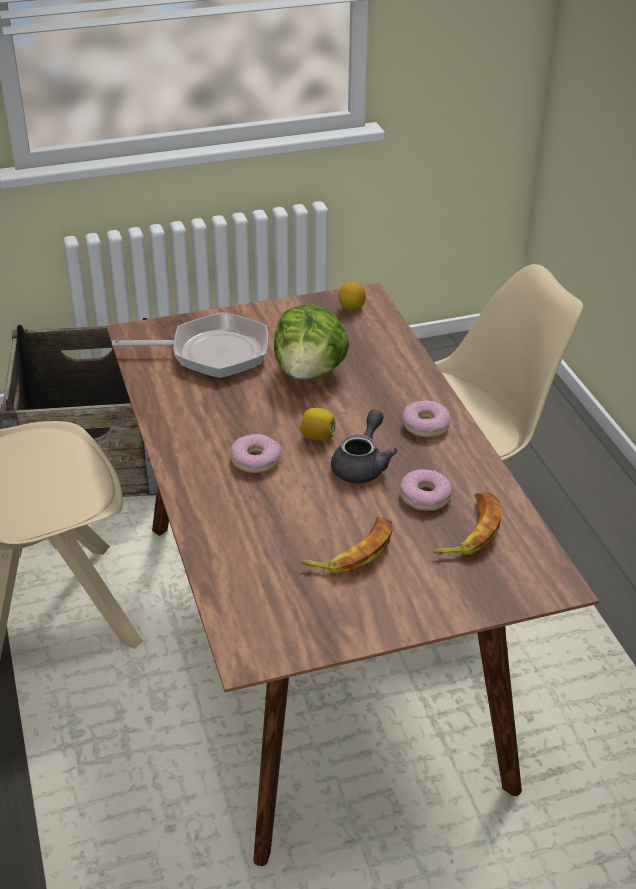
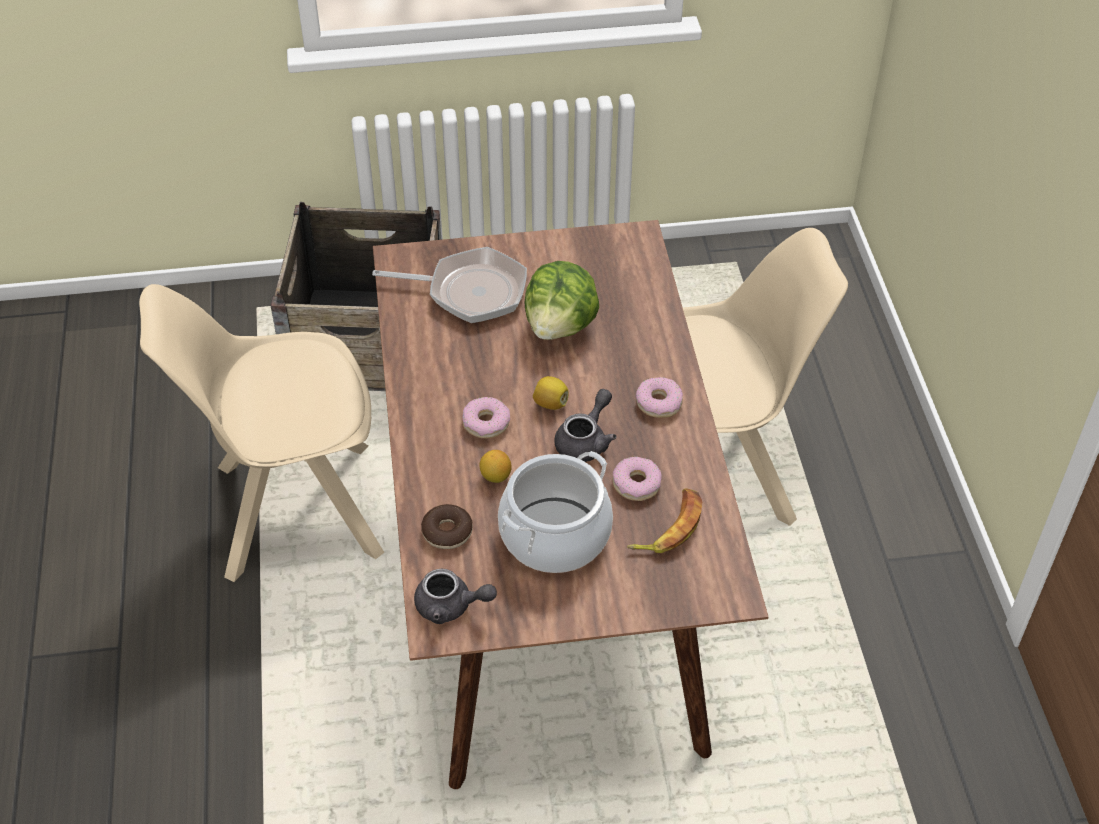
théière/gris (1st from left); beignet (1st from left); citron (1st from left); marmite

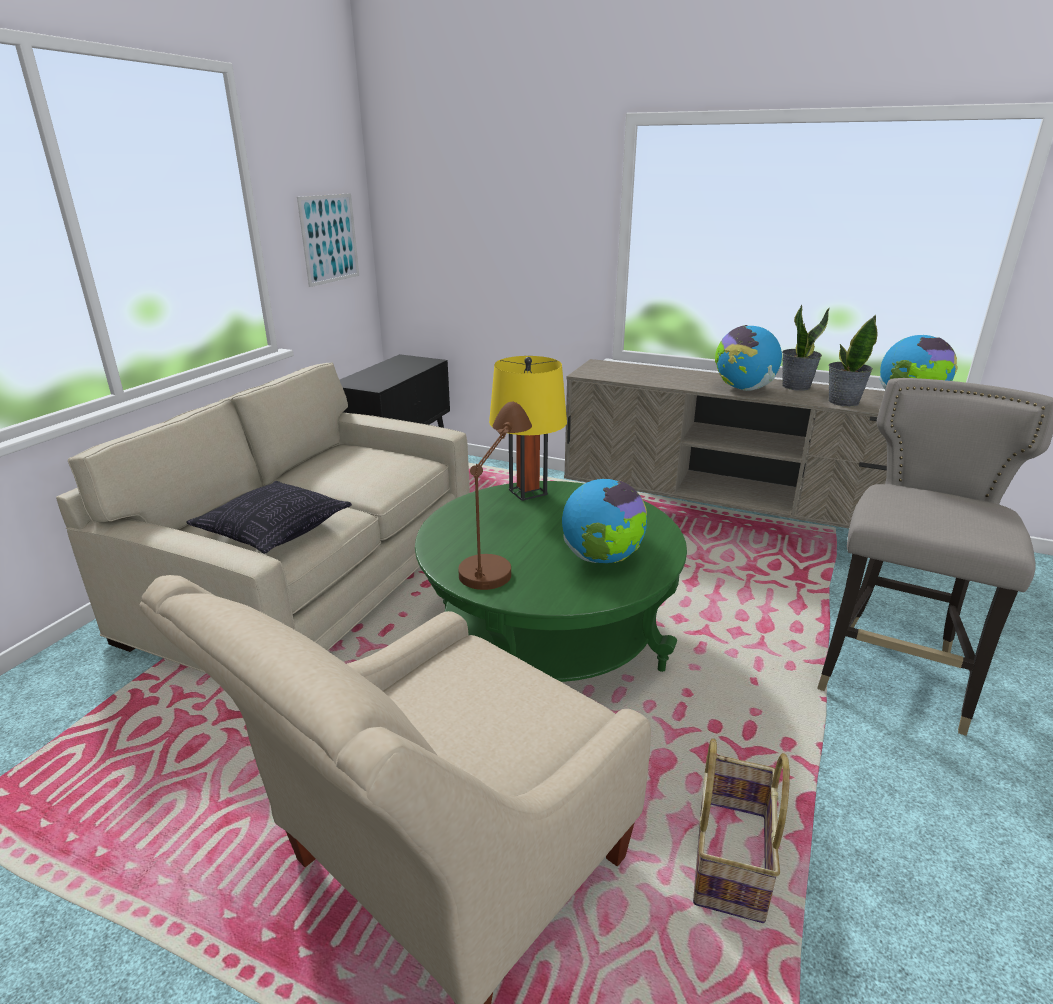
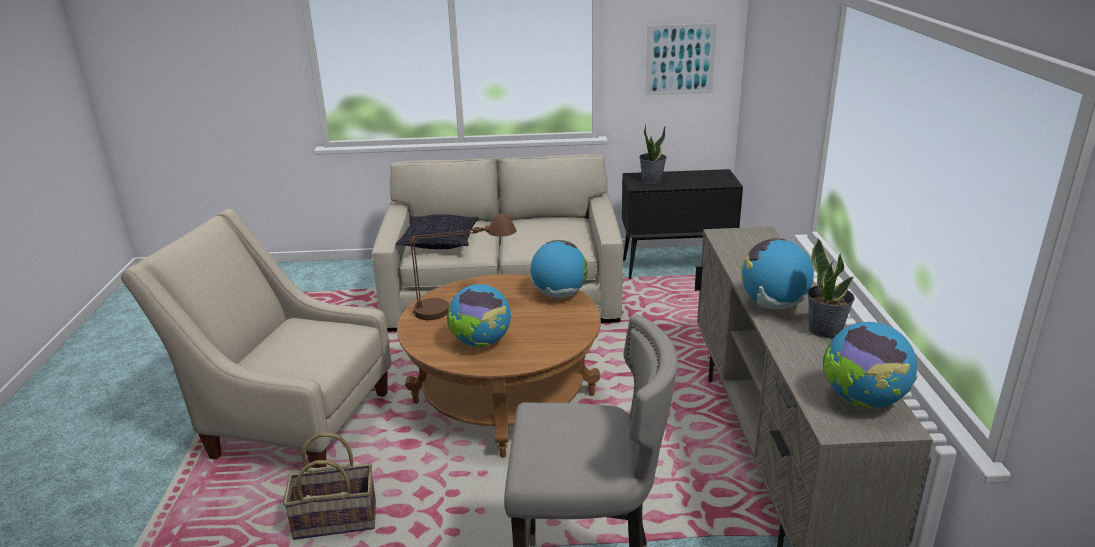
plante en pot (1st from left); globe (2nd from left); table basse/marron

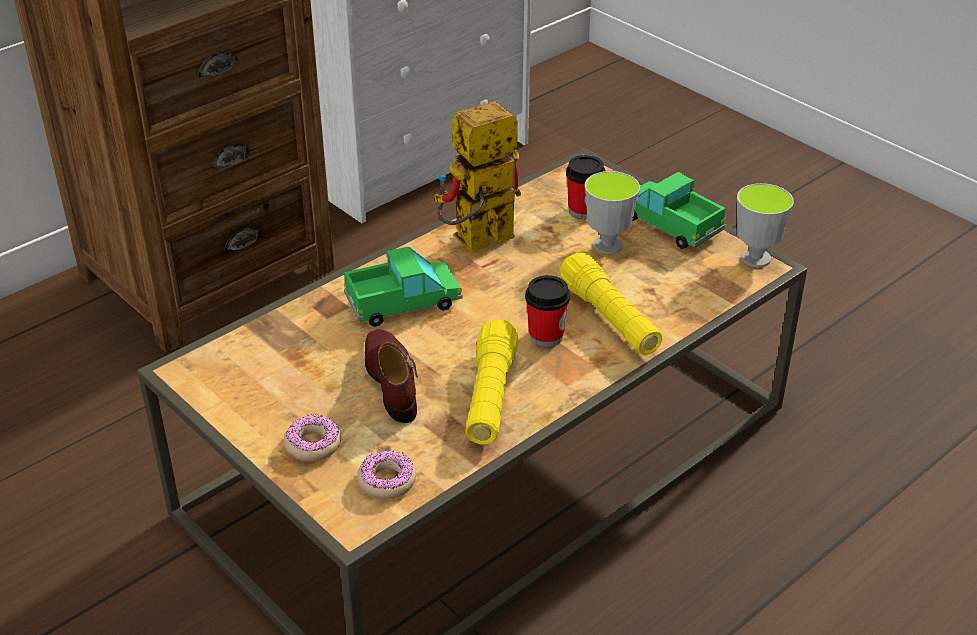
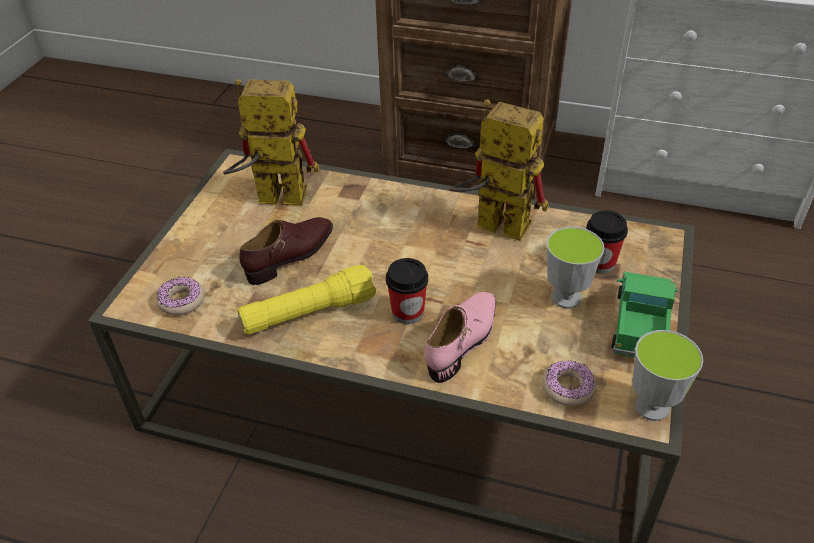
camion jouet (1st from left in the first image); robot jouet (1st from left); beignet (2nd from left); chaussure/rose

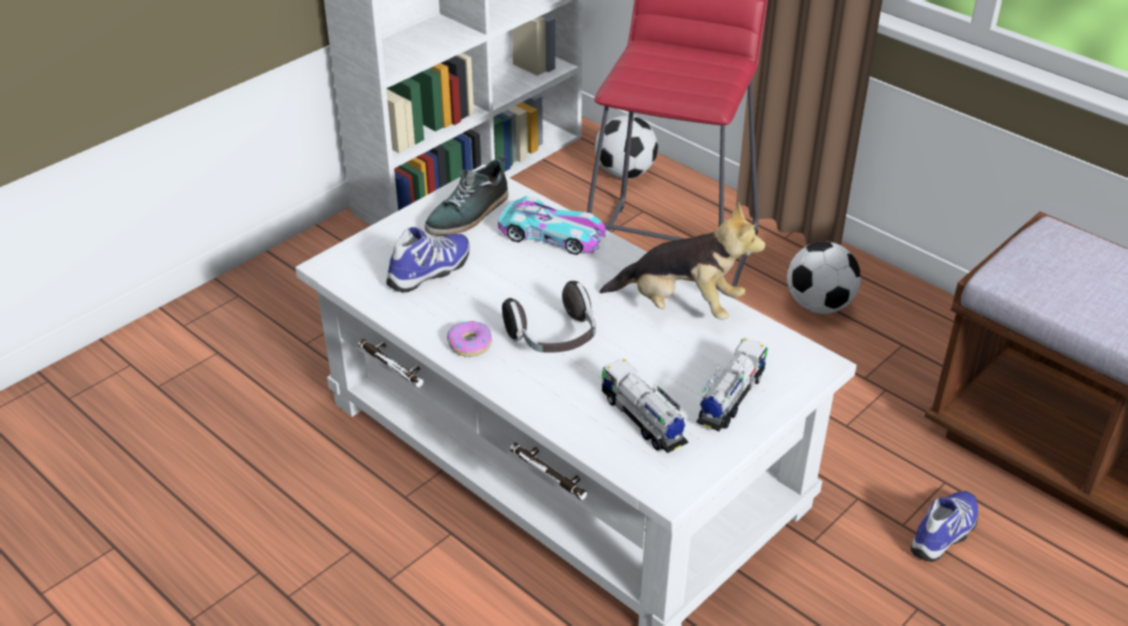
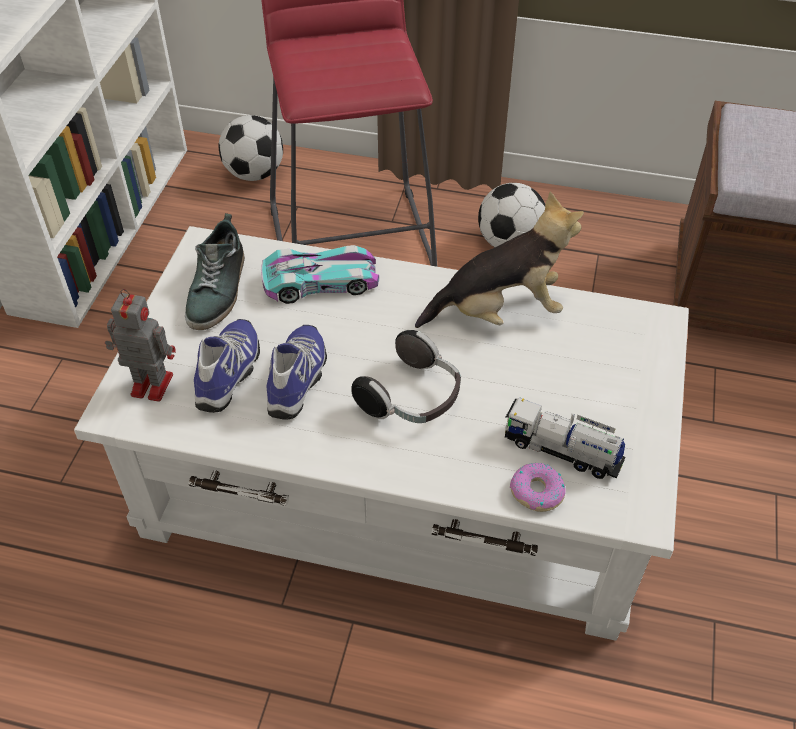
camion jouet (2nd from left in the first image); robot jouet; beignet; chaussure (3rd from left)

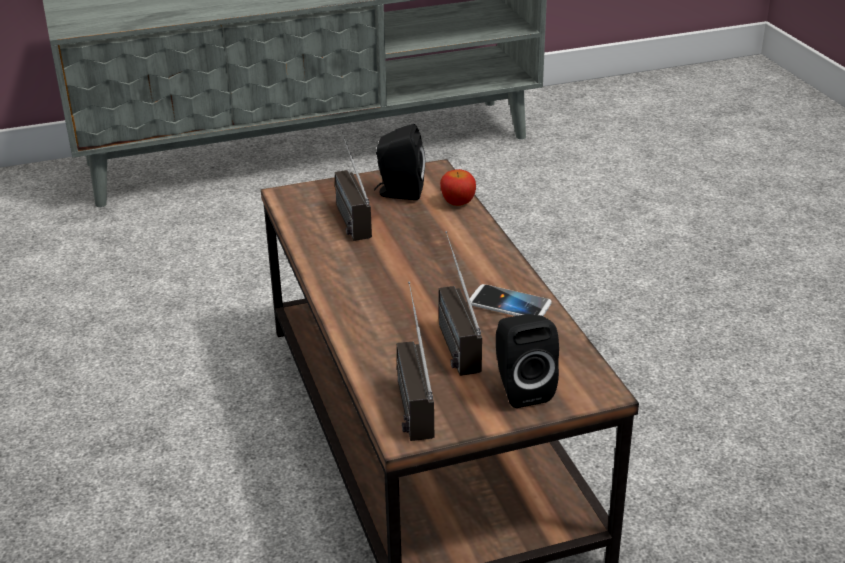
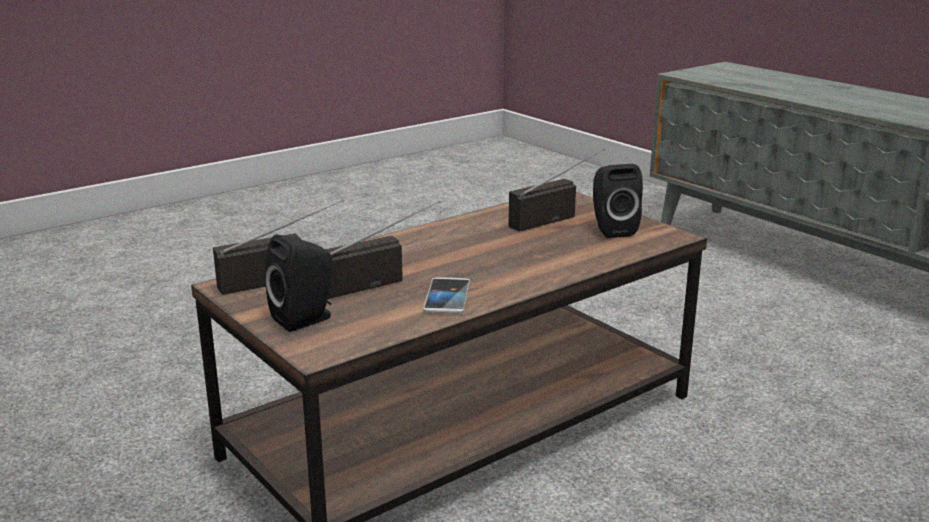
pomme

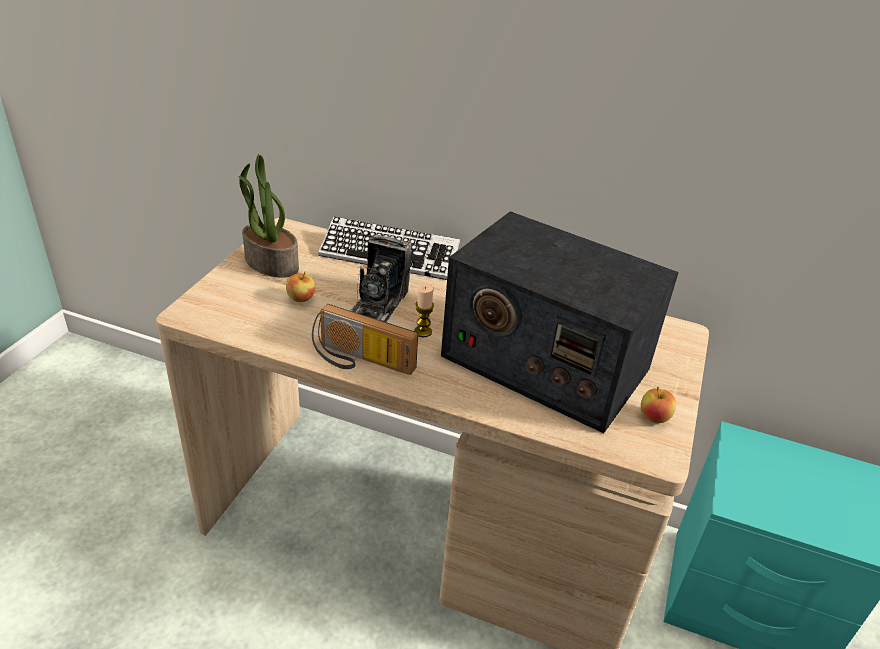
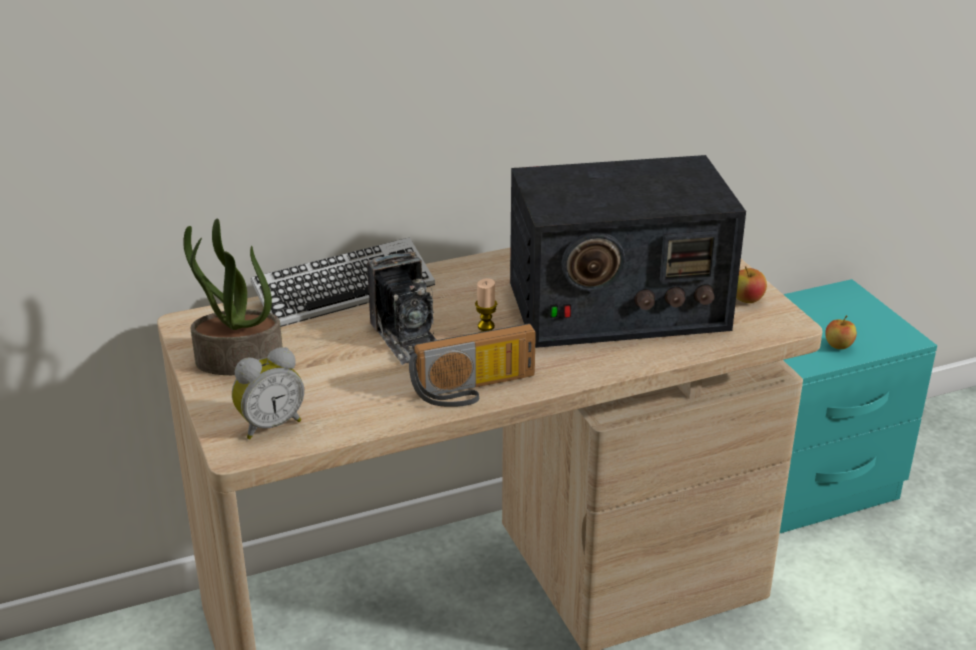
réveil; pomme (2nd from left)

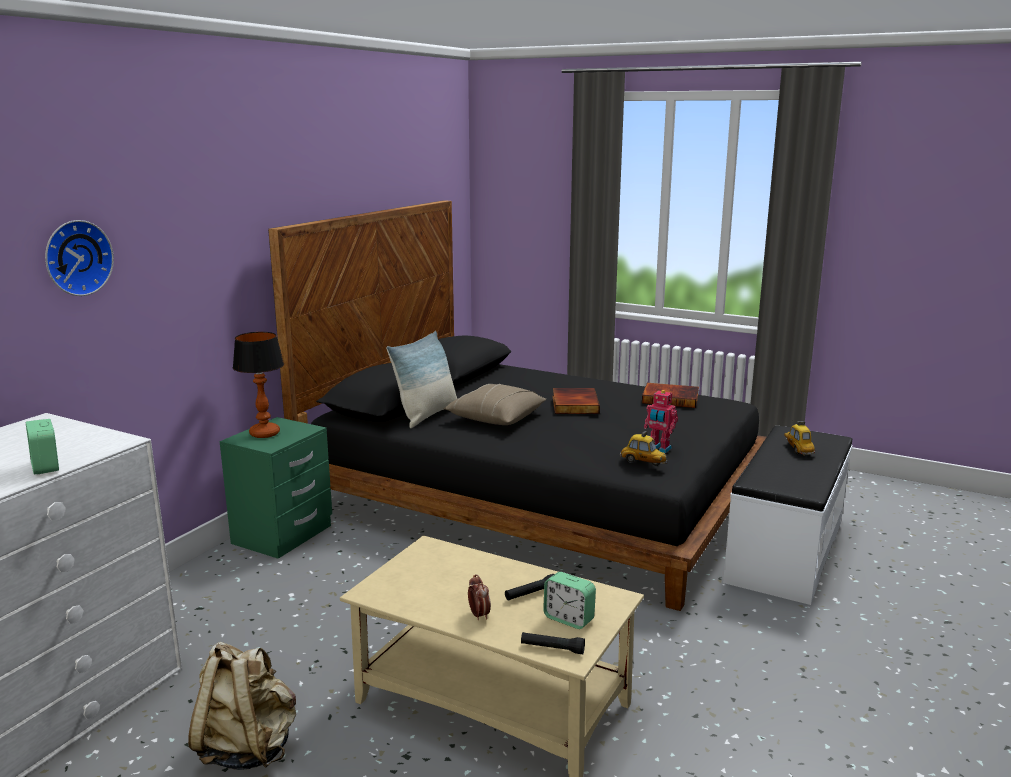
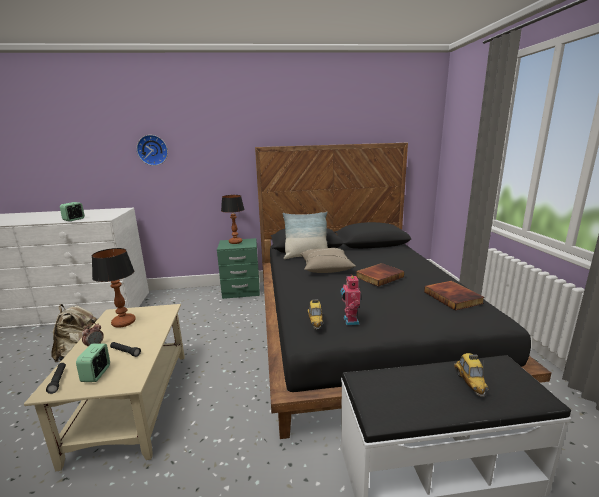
lampe de table (1st from left); petite voiture (2nd from left)

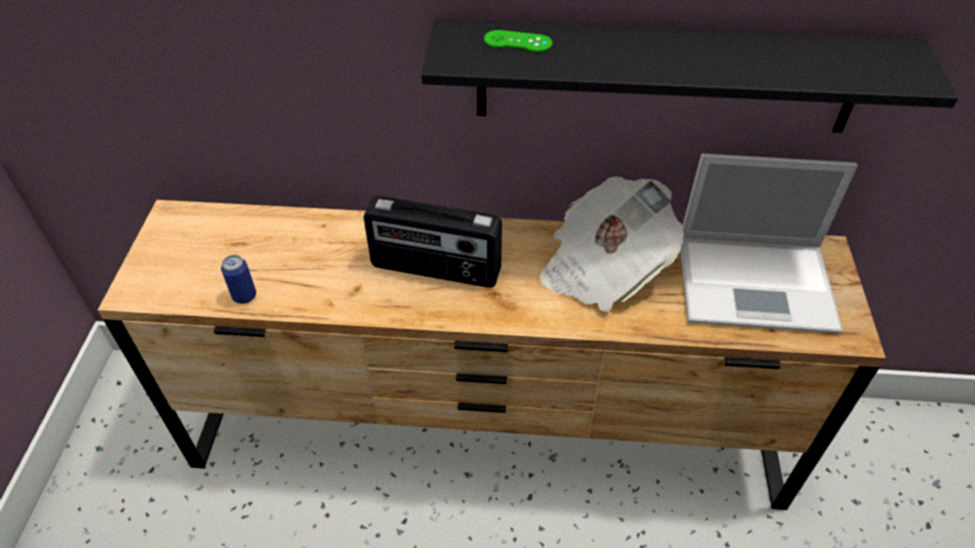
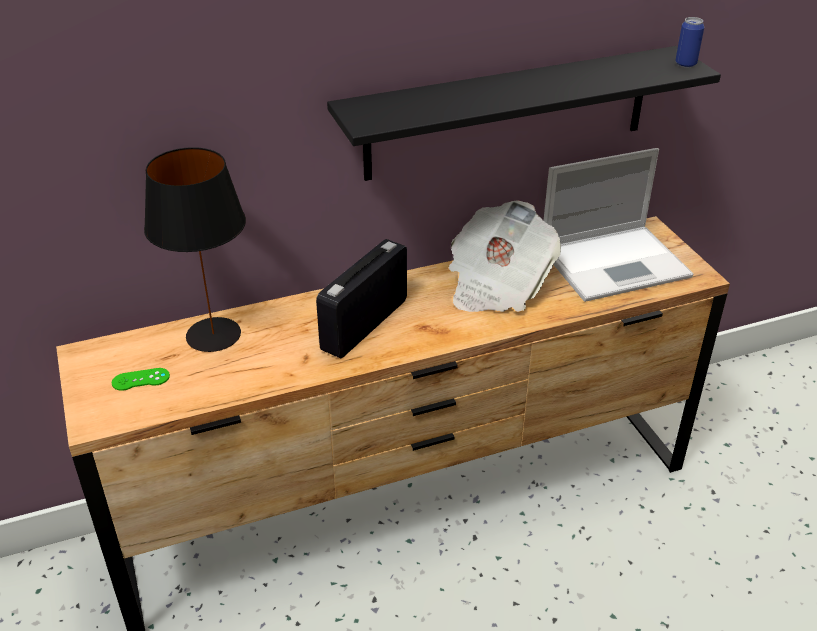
lampe de table/noir; boîte métallique; manette/vert; radio

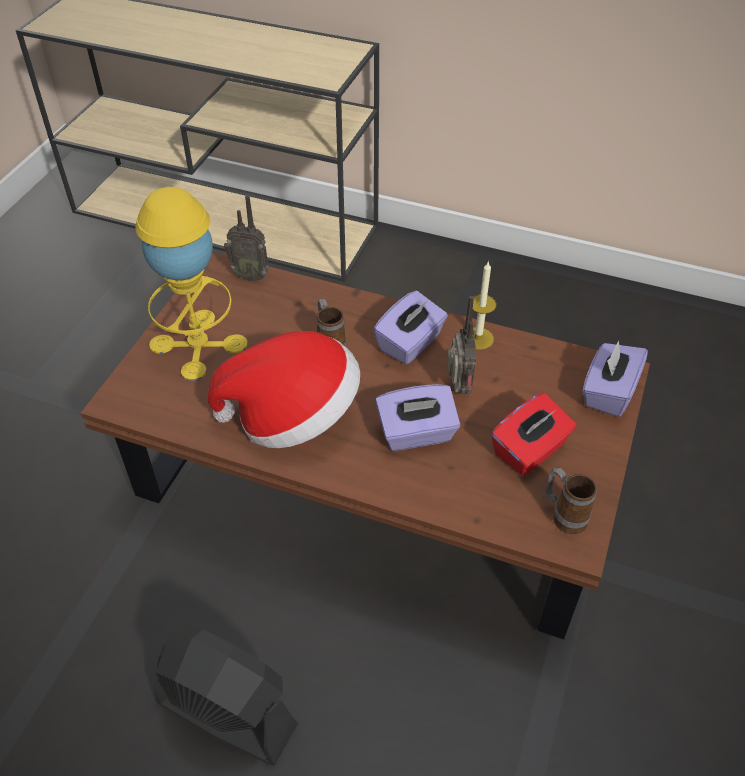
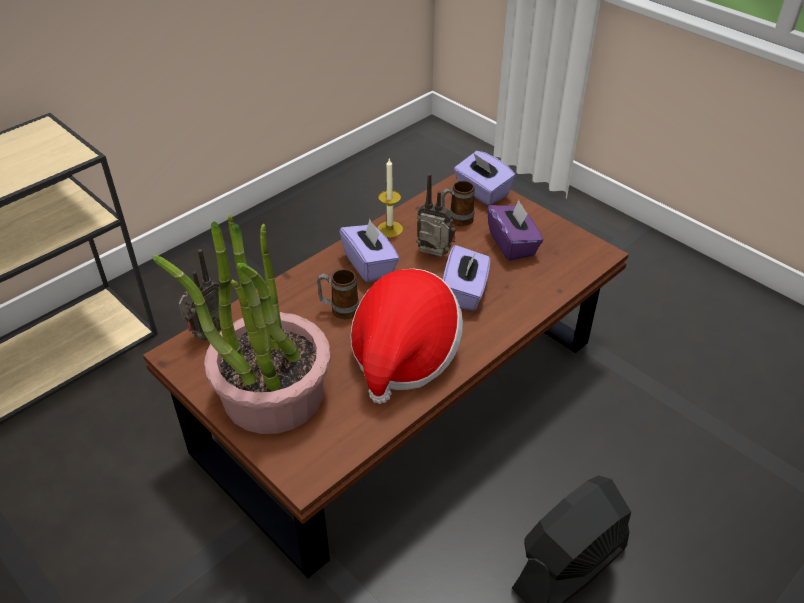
mug (2nd from left); plante en pot; boîte à mouchoirs/violet (4th from left)

